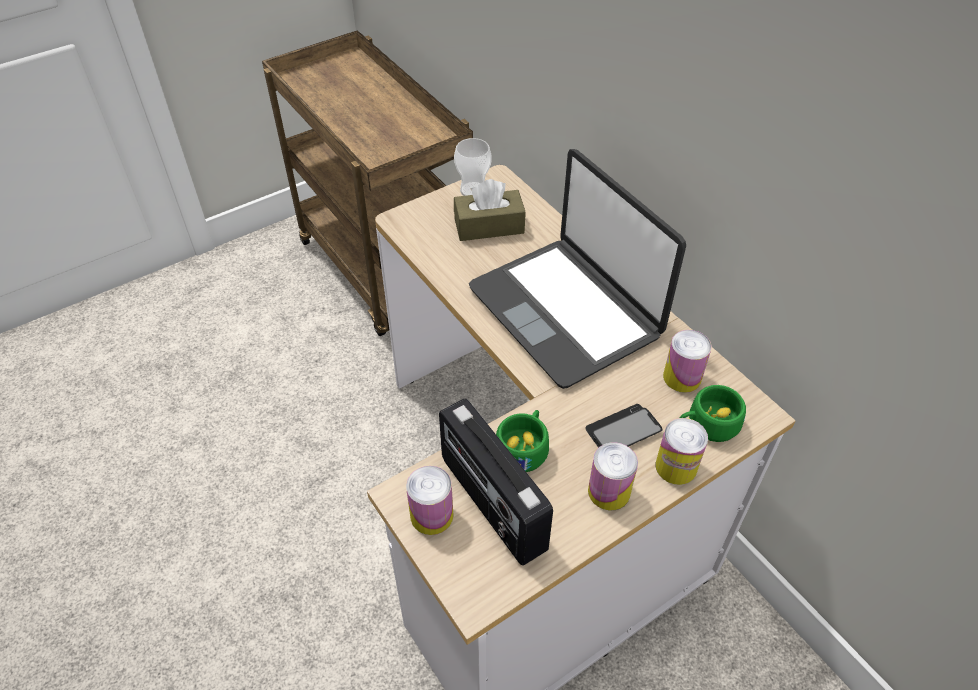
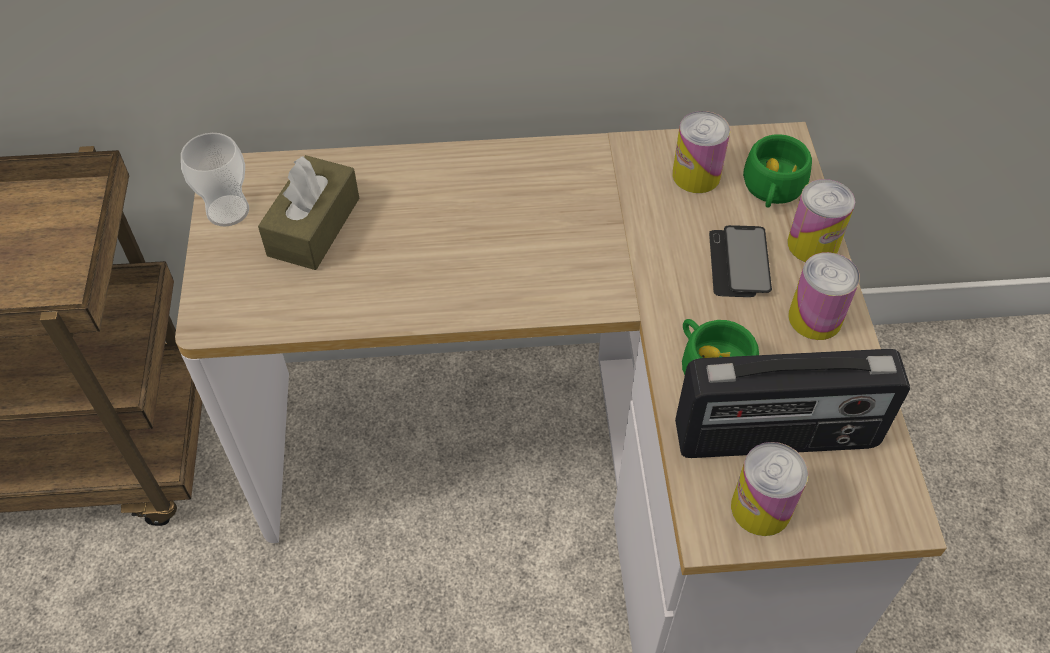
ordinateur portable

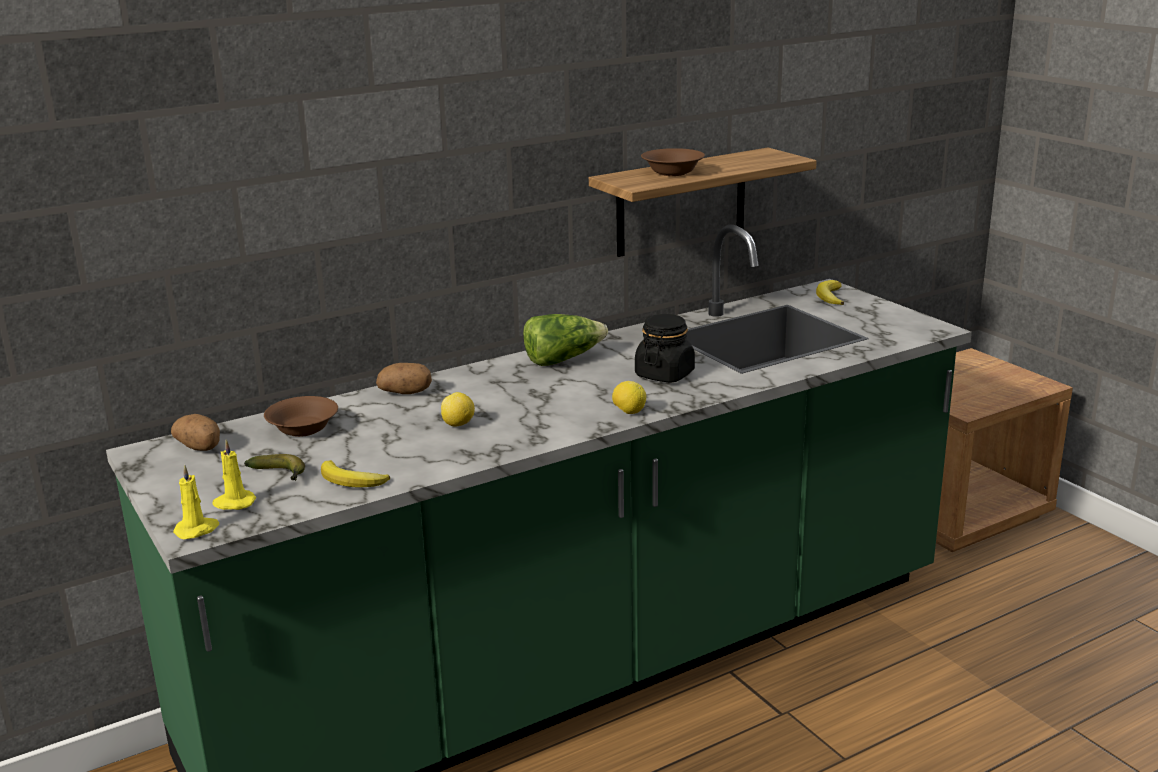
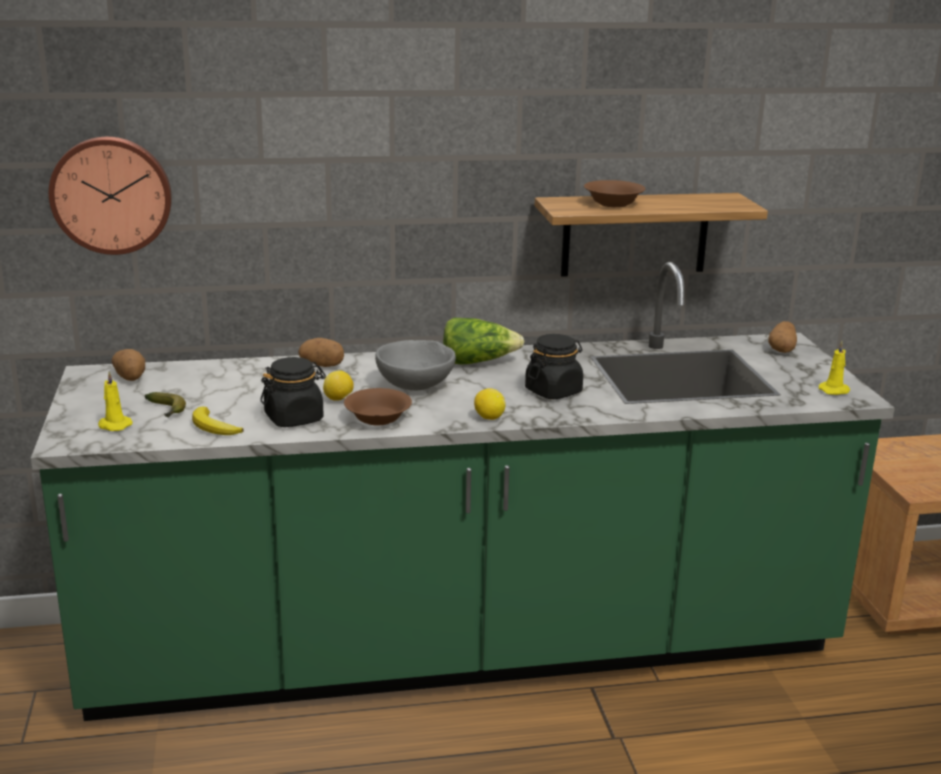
horloge murale; bocal/noir (1st from left); bol/gris; bougie/jaune (2nd from left); bol/marron (1st from left); pomme de terre (3rd from left)

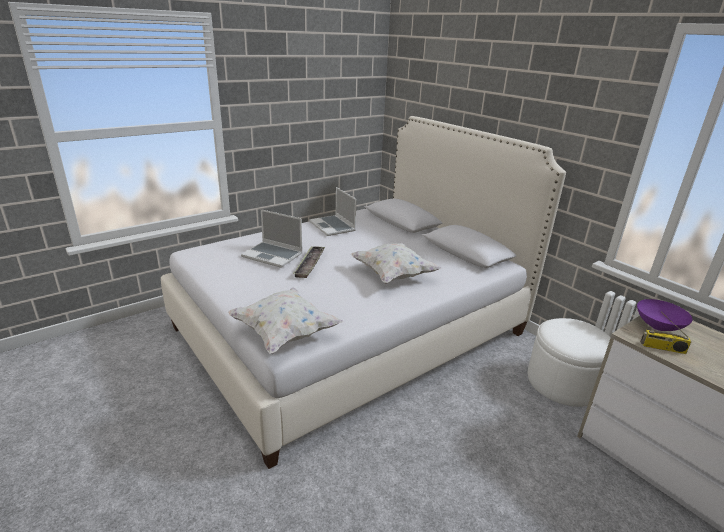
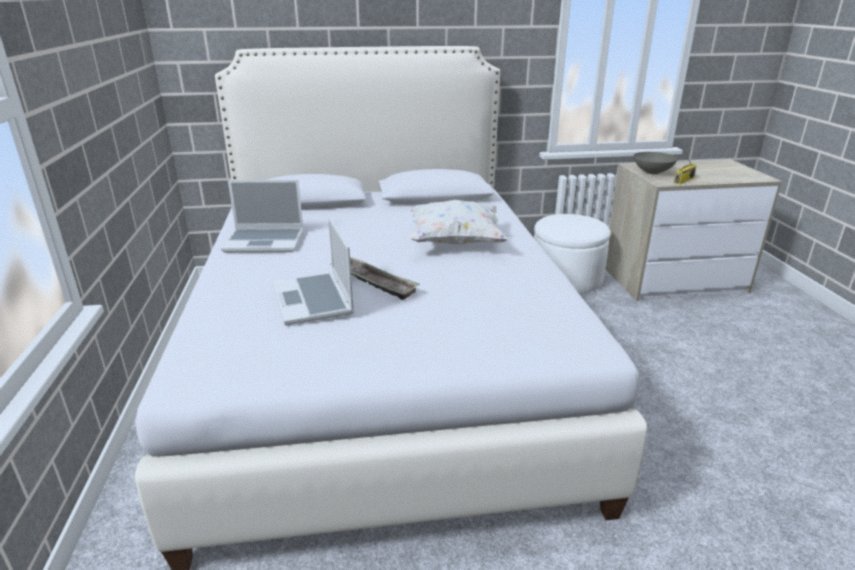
coussin/blanc (1st from left in the first image); bol/gris; ordinateur portable (2nd from left)

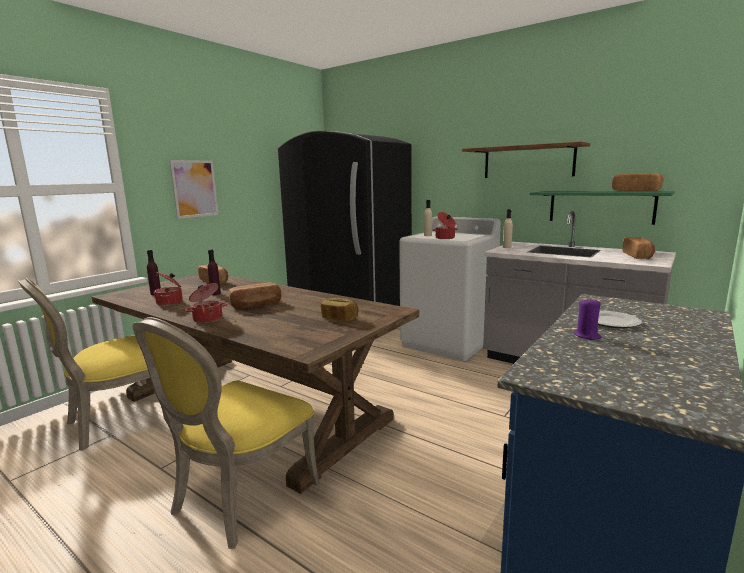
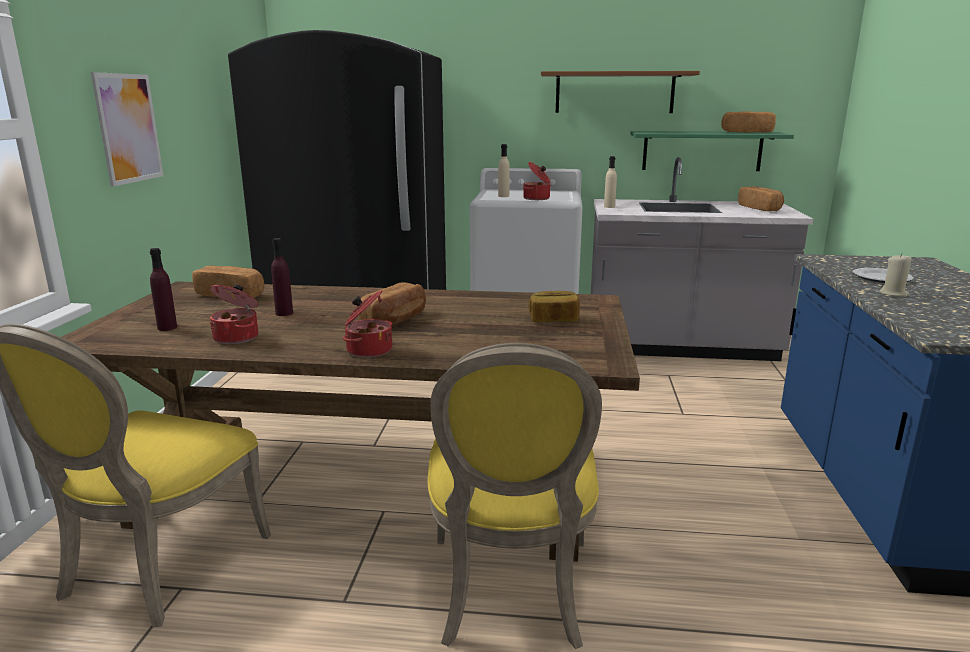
bougie/beige

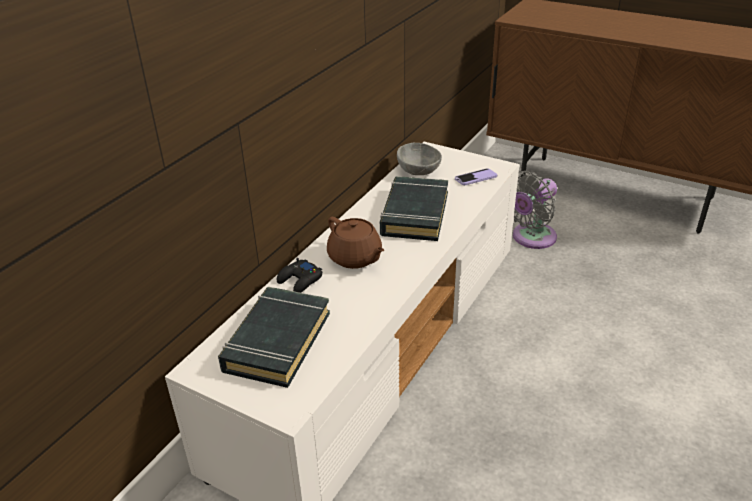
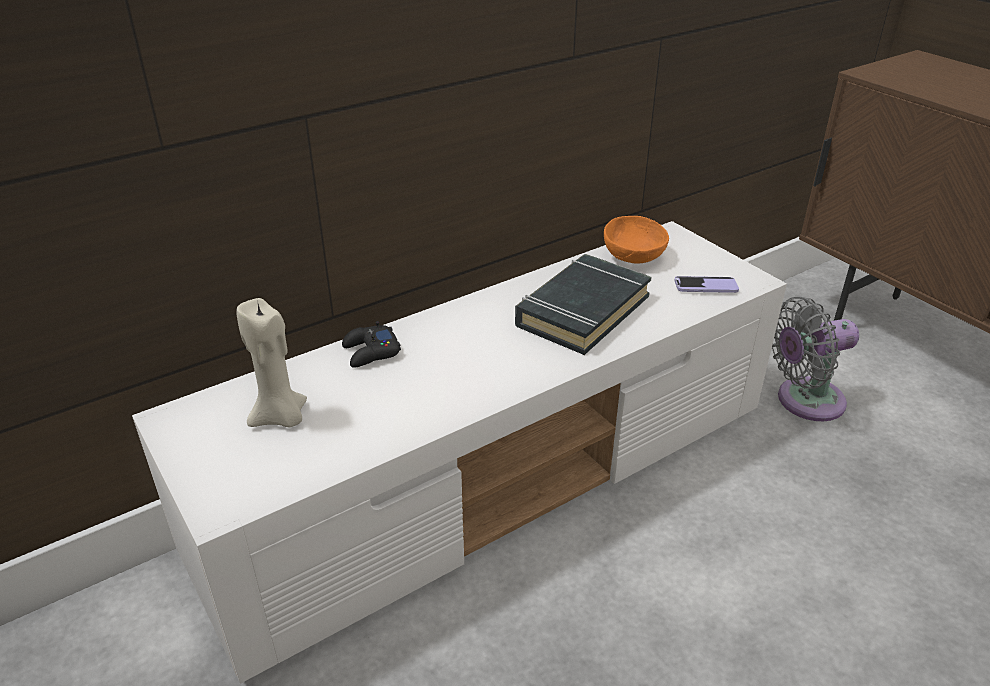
théière/marron; bougie/beige; bol/orange

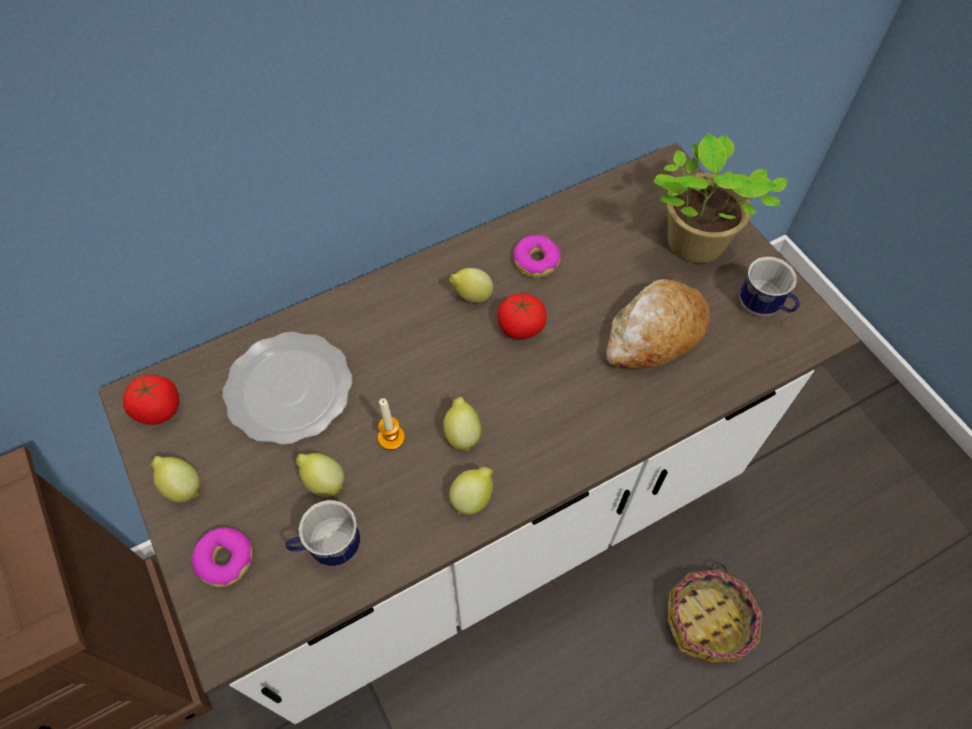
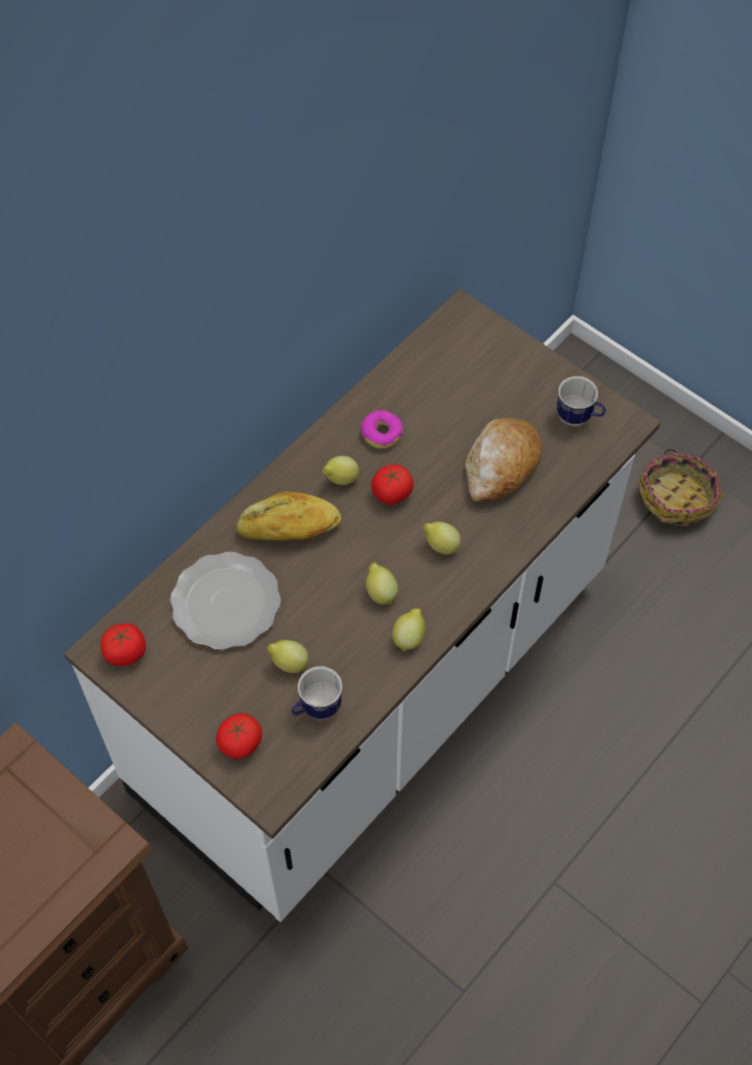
bougie; plante en pot; pain (1st from left); citron (5th from left); panier; tomate (2nd from left)

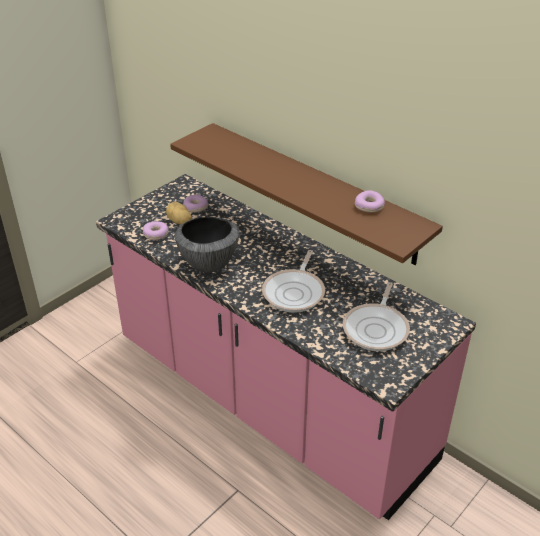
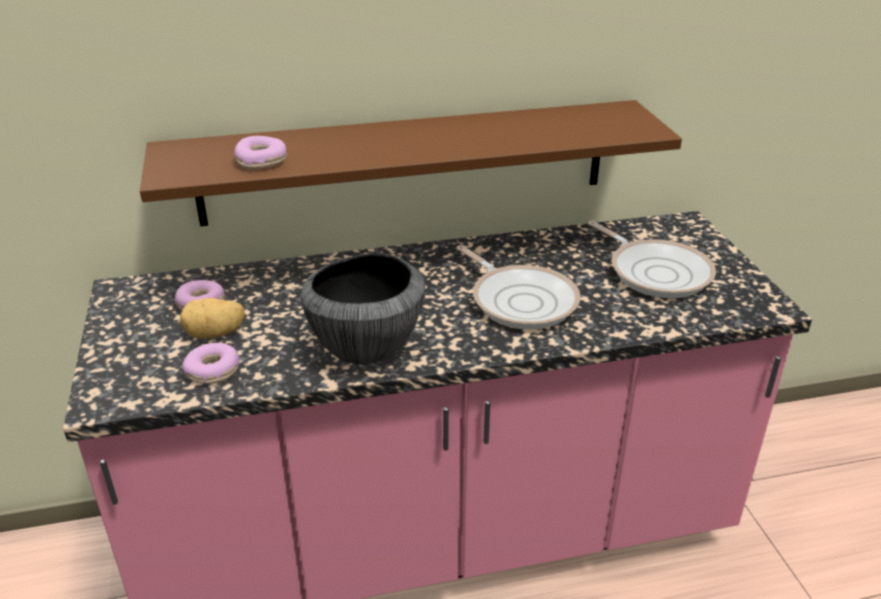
beignet (3rd from left)

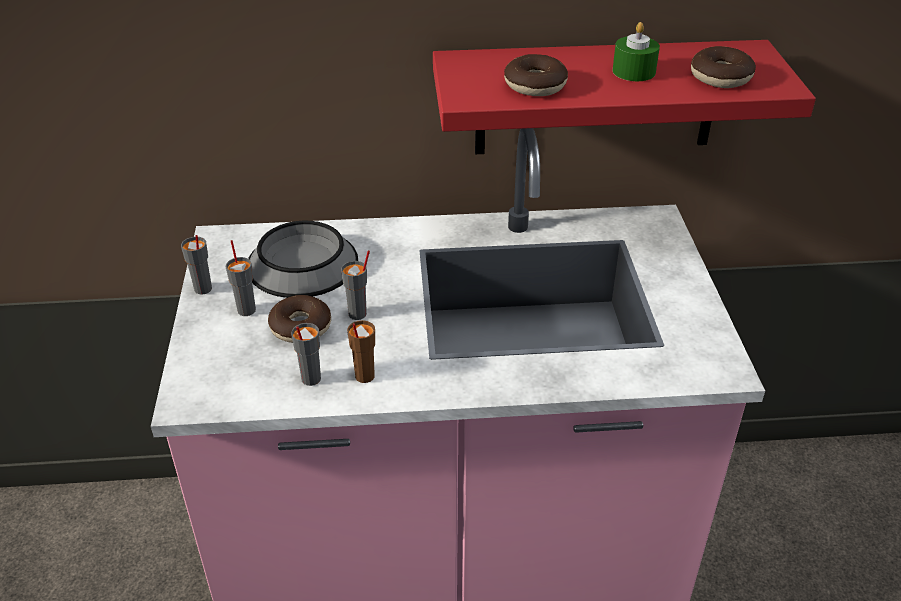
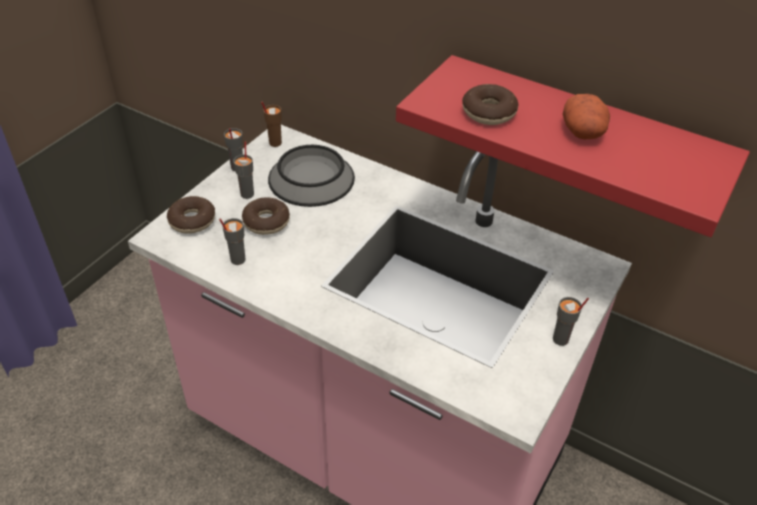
tasse/gris (4th from left); tasse/marron; beignet (1st from left); pomme de terre

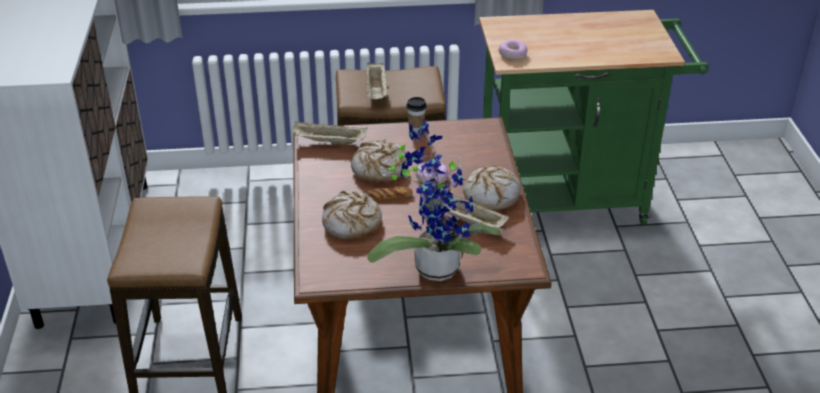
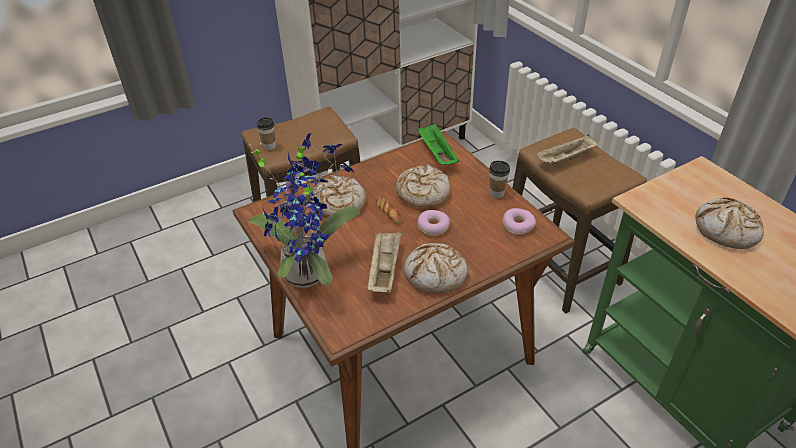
tasse (1st from left); pain (5th from left); beignet (2nd from left); plateau/vert

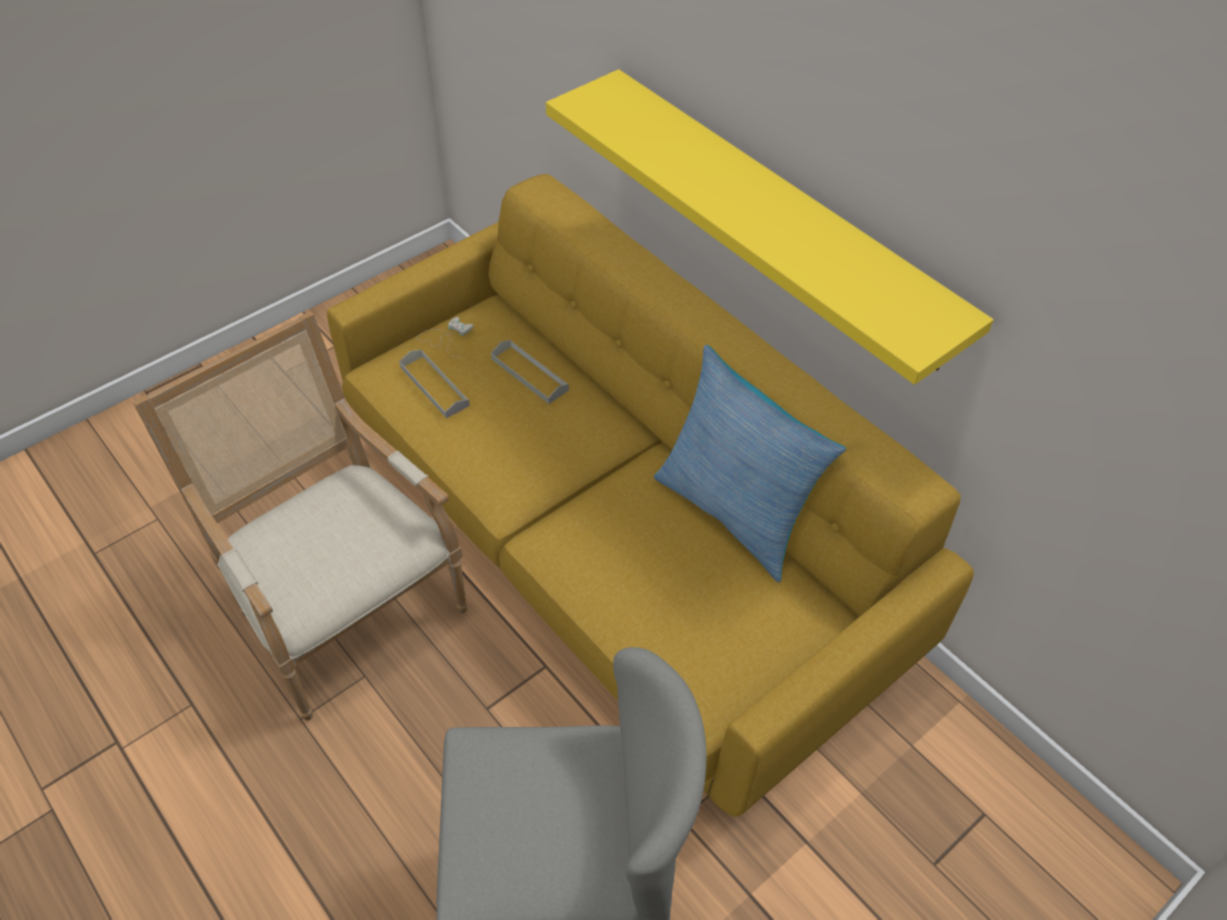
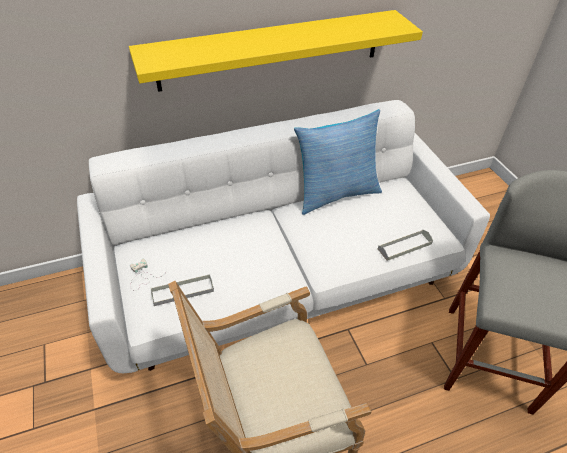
plateau/gris (2nd from left); canapé/blanc

